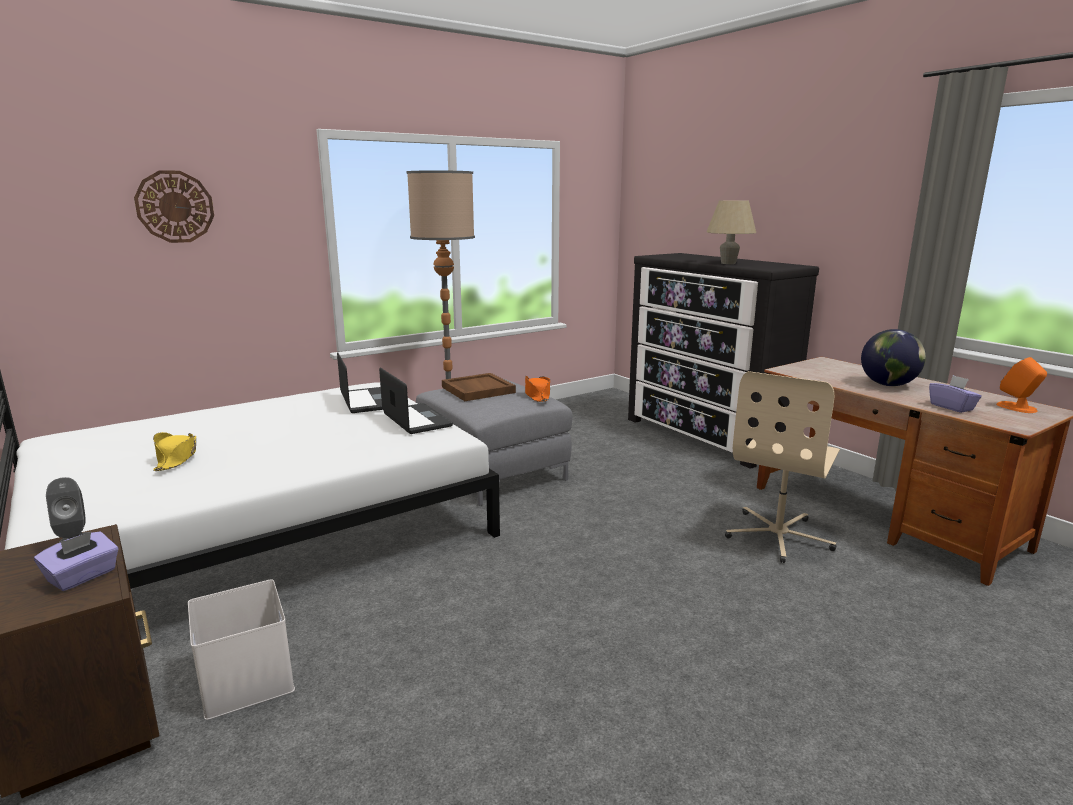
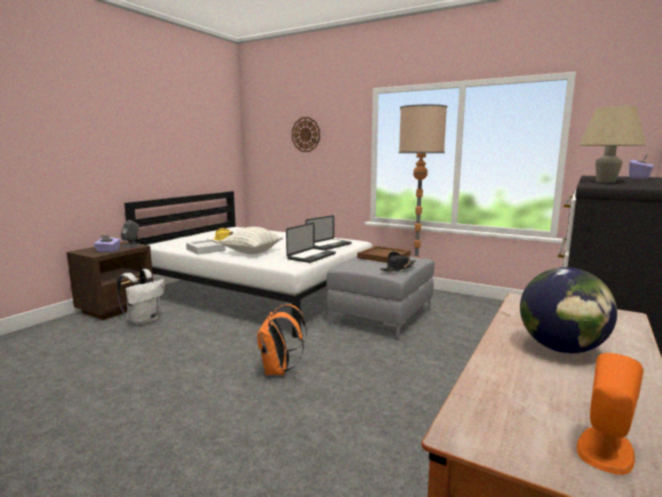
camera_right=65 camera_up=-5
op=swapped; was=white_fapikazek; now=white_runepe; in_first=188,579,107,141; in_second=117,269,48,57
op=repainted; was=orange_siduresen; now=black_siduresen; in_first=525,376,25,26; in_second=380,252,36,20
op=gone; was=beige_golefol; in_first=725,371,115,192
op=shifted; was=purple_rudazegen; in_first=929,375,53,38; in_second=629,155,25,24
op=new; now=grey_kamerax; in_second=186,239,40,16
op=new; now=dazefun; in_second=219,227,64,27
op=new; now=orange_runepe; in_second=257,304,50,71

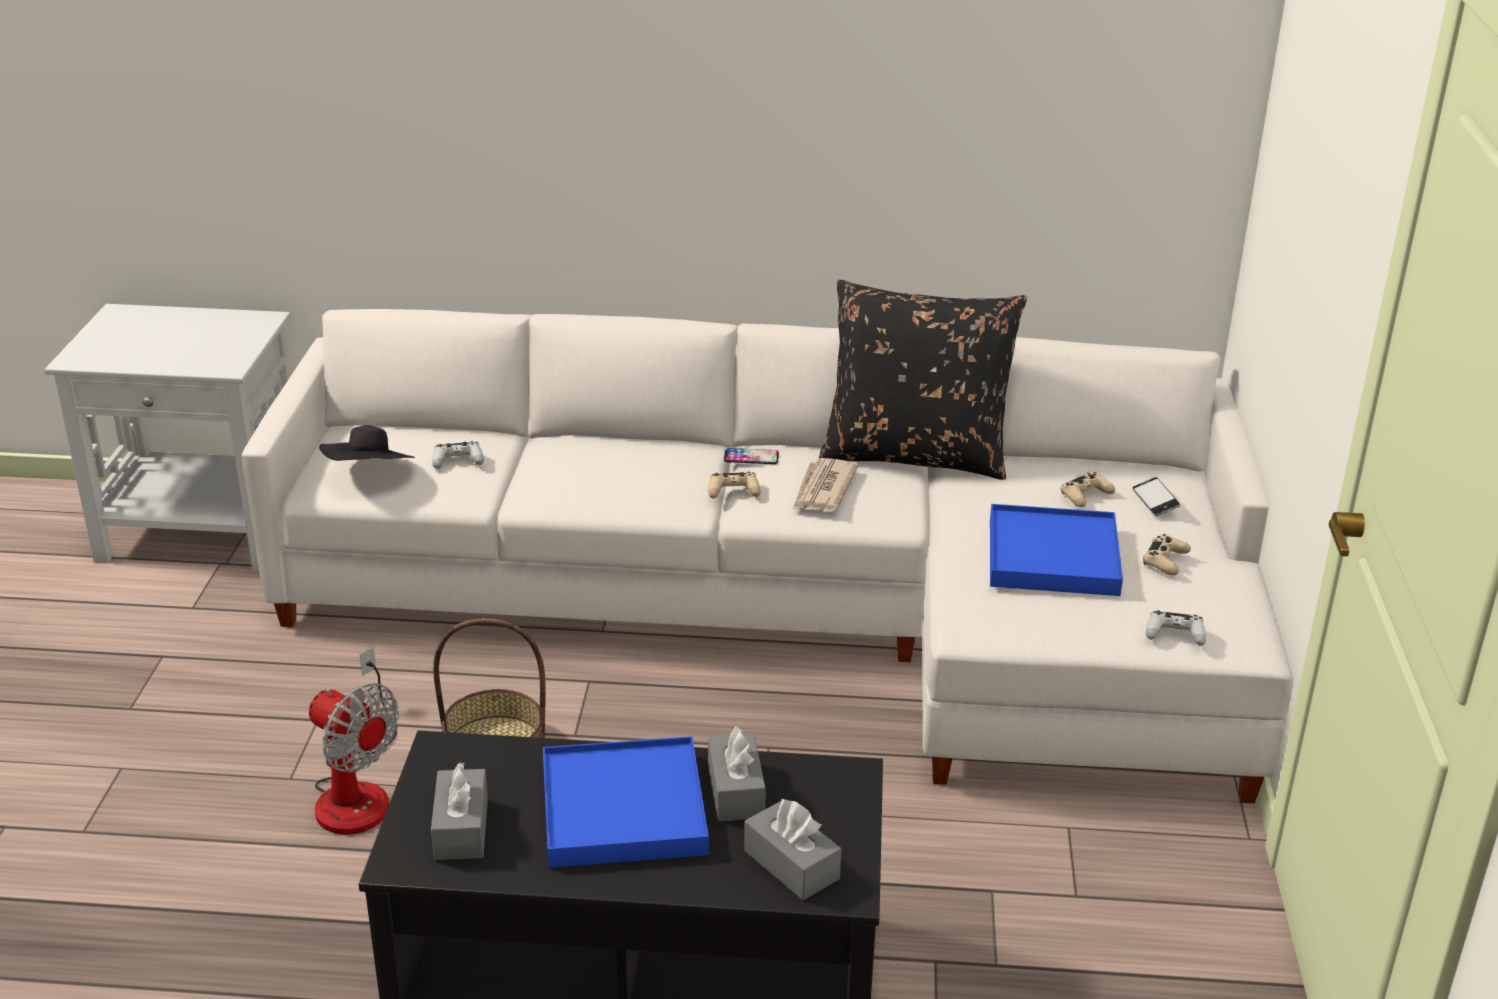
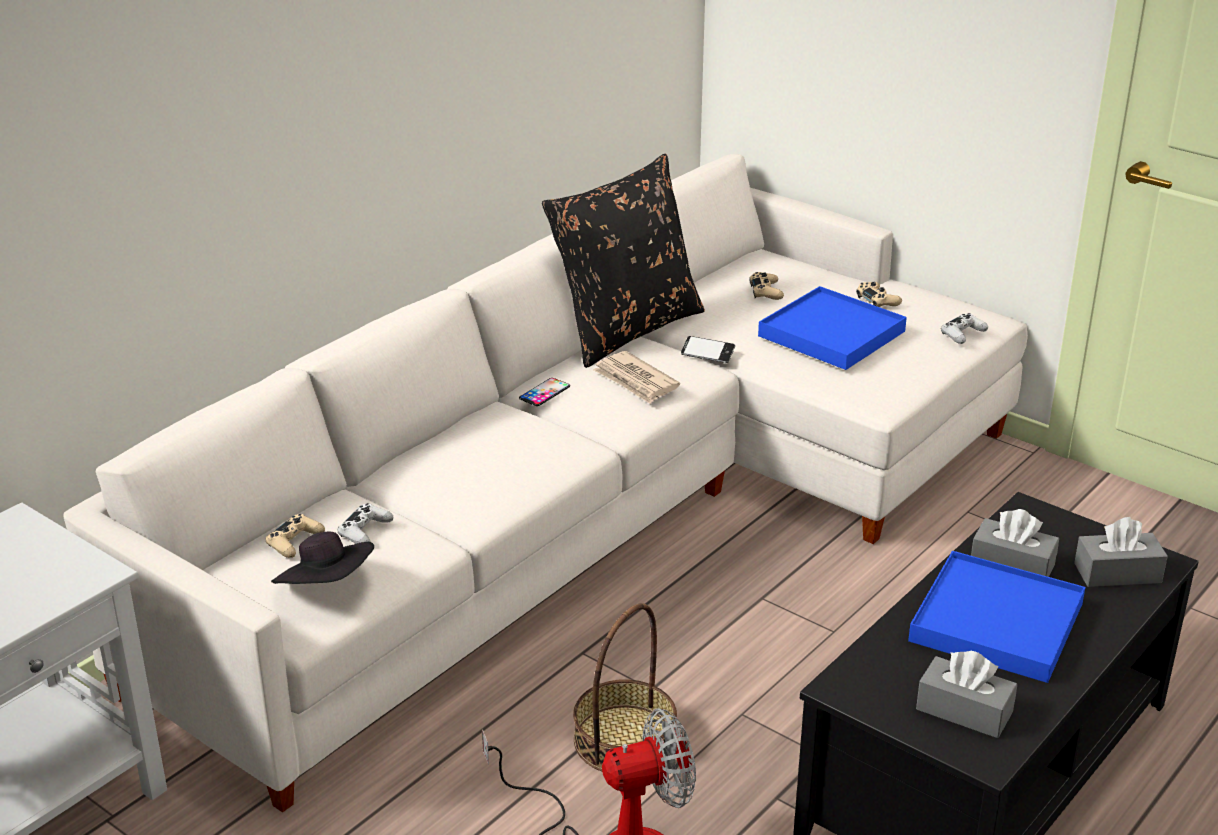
camera_right=-55 camera_up=0
op=shifted; was=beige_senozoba; in_first=708,472,53,27; in_second=266,514,59,44
op=shifted; was=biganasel; in_first=1132,477,48,39; in_second=681,336,54,27

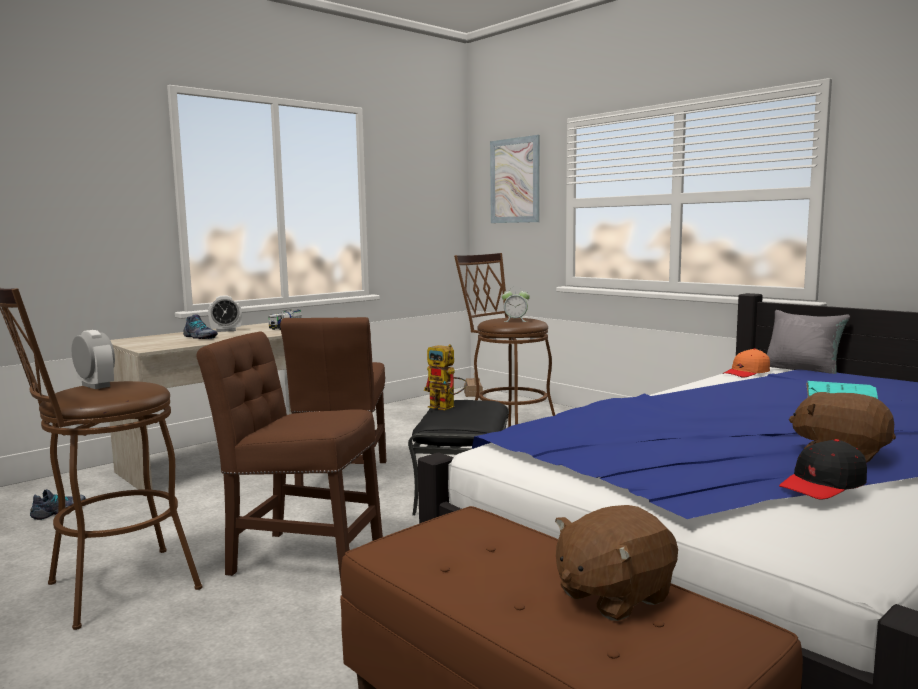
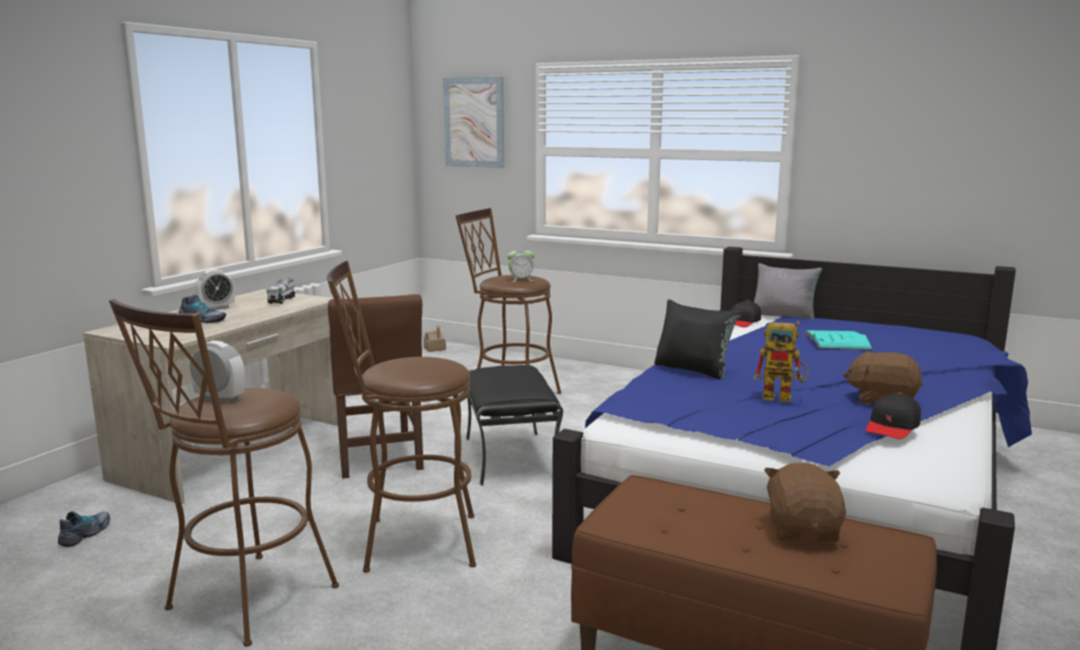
camera_right=-20 camera_up=5
op=swapped; was=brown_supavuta; now=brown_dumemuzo; in_first=197,332,186,249; in_second=327,260,149,313
op=shifted; was=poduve; in_first=424,344,44,66; in_second=754,321,55,81
op=rotated; was=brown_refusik; in_first=555,505,123,116; in_second=764,463,82,80; clockwise=150
op=repainted; was=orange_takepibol; now=black_takepibol; in_first=723,348,47,30; in_second=731,300,30,27
op=new; now=black_dazefun; in_second=654,300,87,80

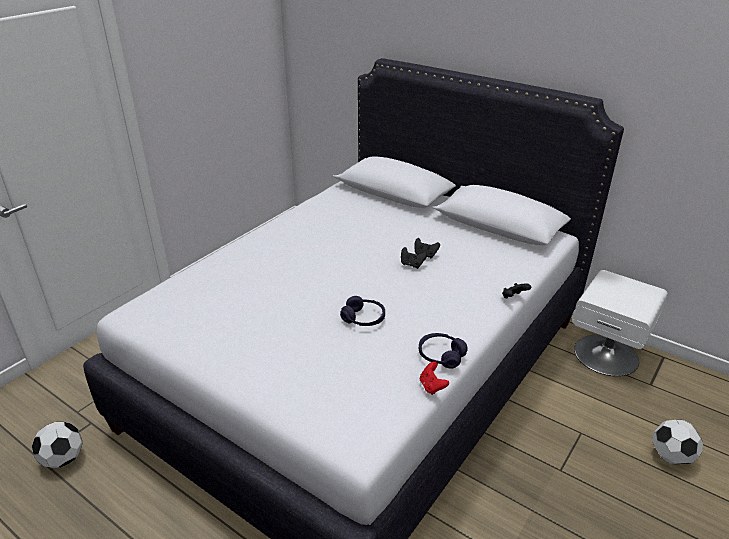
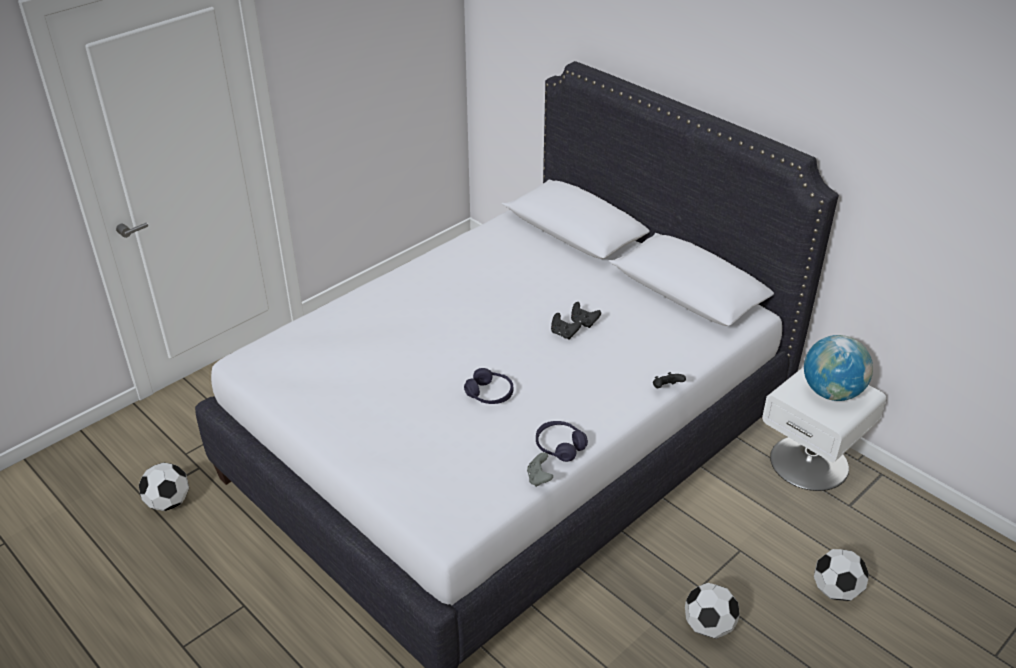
camera_right=10 camera_up=5
op=repainted; was=red_senozoba; now=grey_senozoba; in_first=420,361,29,34; in_second=527,452,26,35
op=new; now=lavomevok; in_second=685,583,55,56
op=new; now=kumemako; in_second=804,335,69,66

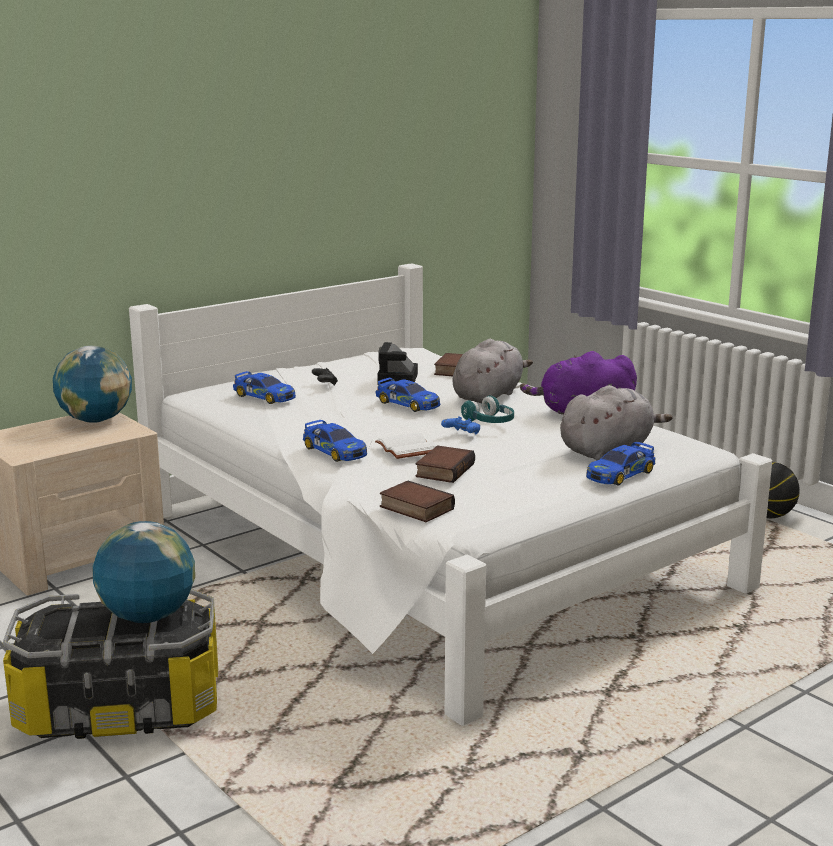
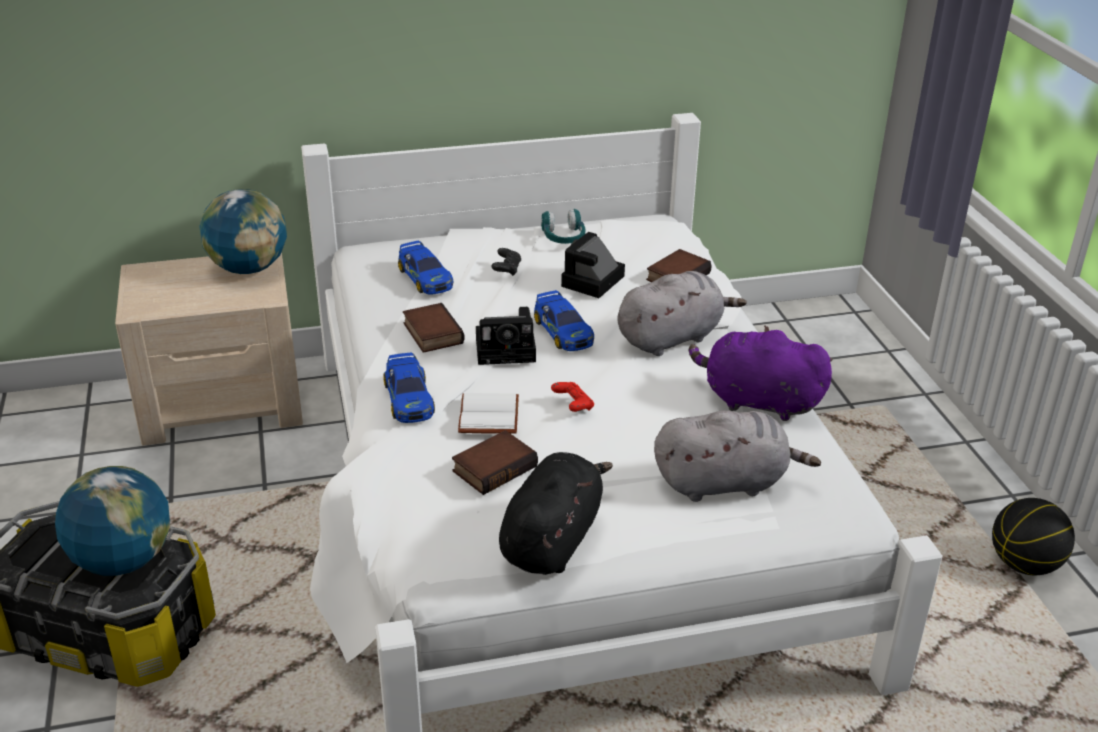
camera_right=25 camera_up=15
op=shifted; was=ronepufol; in_first=380,480,75,42; in_second=403,303,62,50
op=repainted; was=blue_senozoba; now=red_senozoba; in_first=441,416,39,18; in_second=551,382,43,30
op=shifted; was=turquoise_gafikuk; in_first=461,395,53,28; in_second=541,209,44,35
op=gone; was=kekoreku; in_first=586,442,69,43
op=new; now=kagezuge; in_second=476,307,60,58
op=new; now=black_refusik; in_second=499,452,114,123

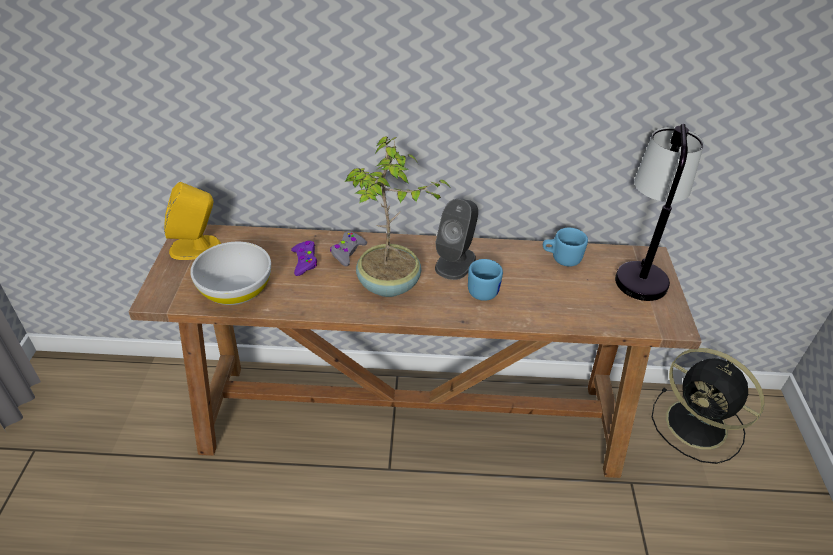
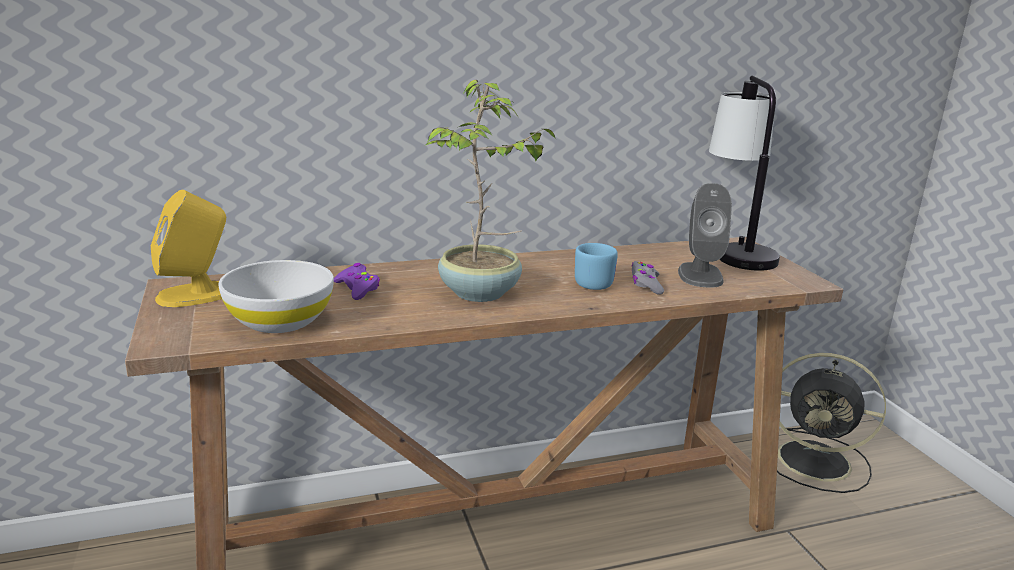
camera_right=-20 camera_up=-20
op=shifted; was=grey_senozoba; in_first=330,231,37,35; in_second=631,261,33,34
op=shifted; was=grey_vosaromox; in_first=435,199,43,81; in_second=678,183,54,105
op=gone; was=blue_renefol; in_first=543,228,45,39

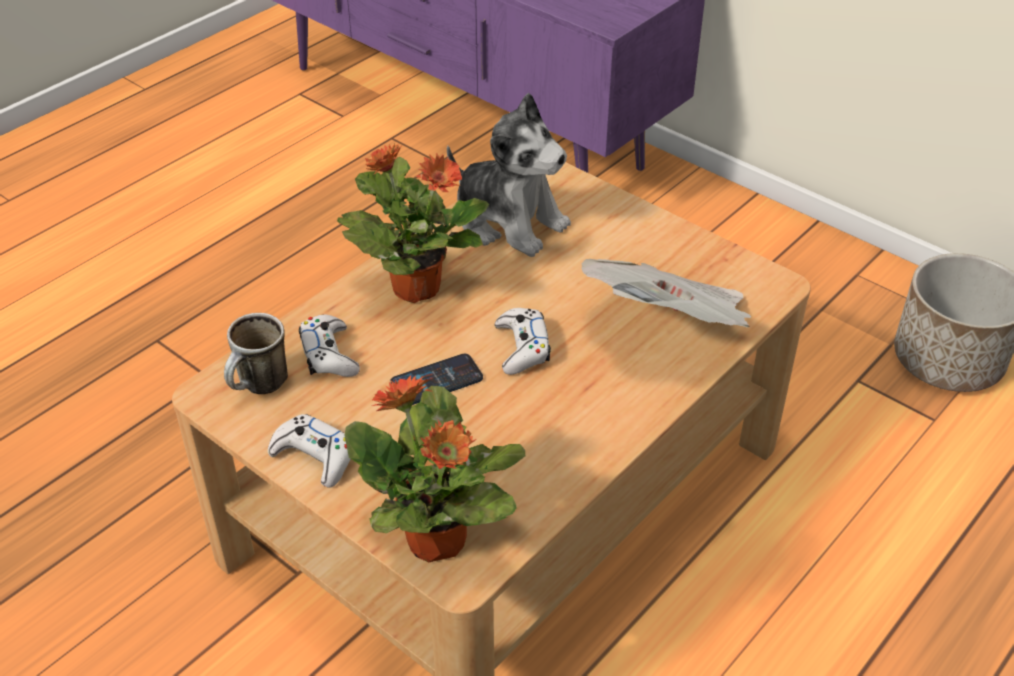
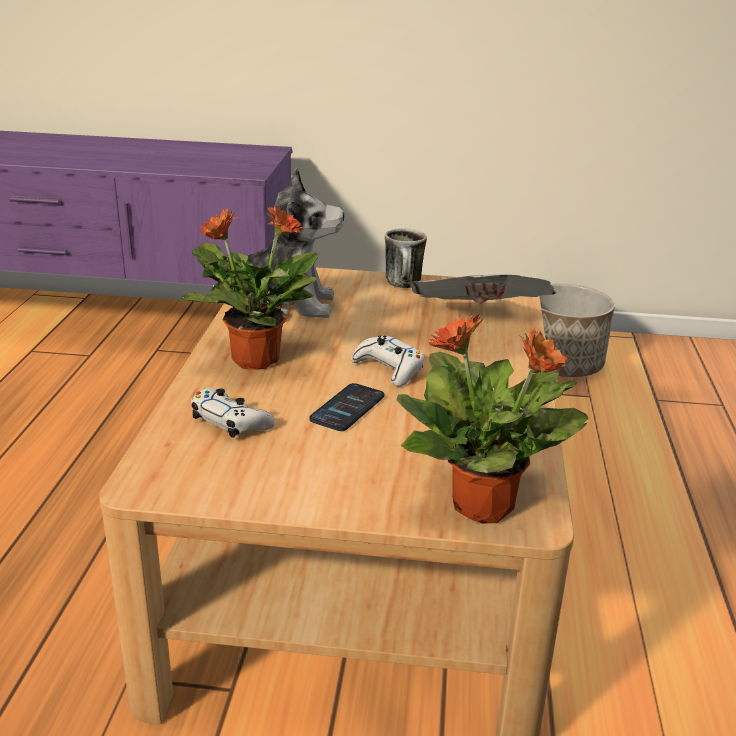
camera_right=-35 camera_up=-15
op=shifted; was=renefol; in_first=224,313,64,81; in_second=385,228,42,60
op=gone; was=white_senozoba; in_first=268,414,83,74

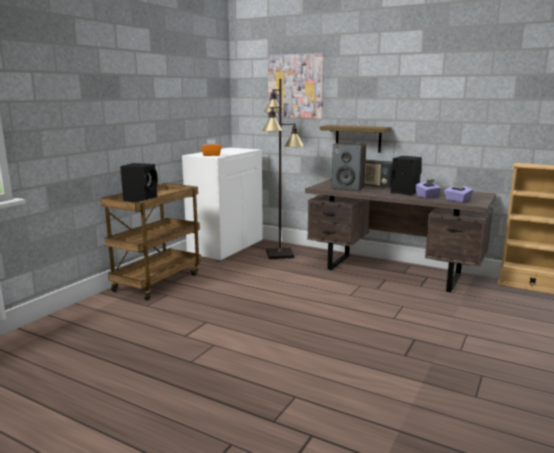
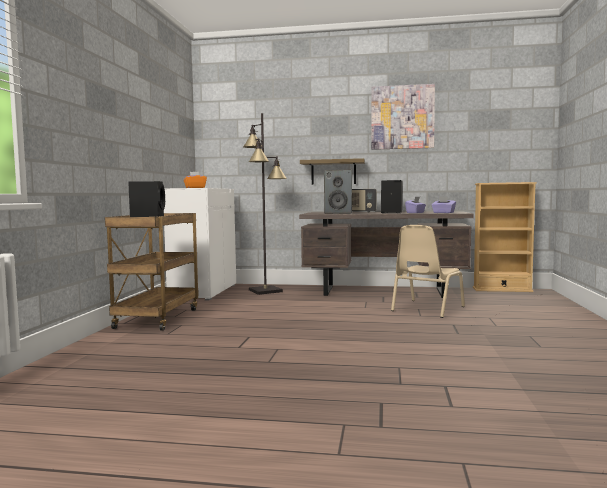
camera_right=-20 camera_up=-10
op=shifted; was=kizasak; in_first=268,53,56,66; in_second=371,84,64,66
op=new; now=beige_supavuta; in_second=391,225,74,93

